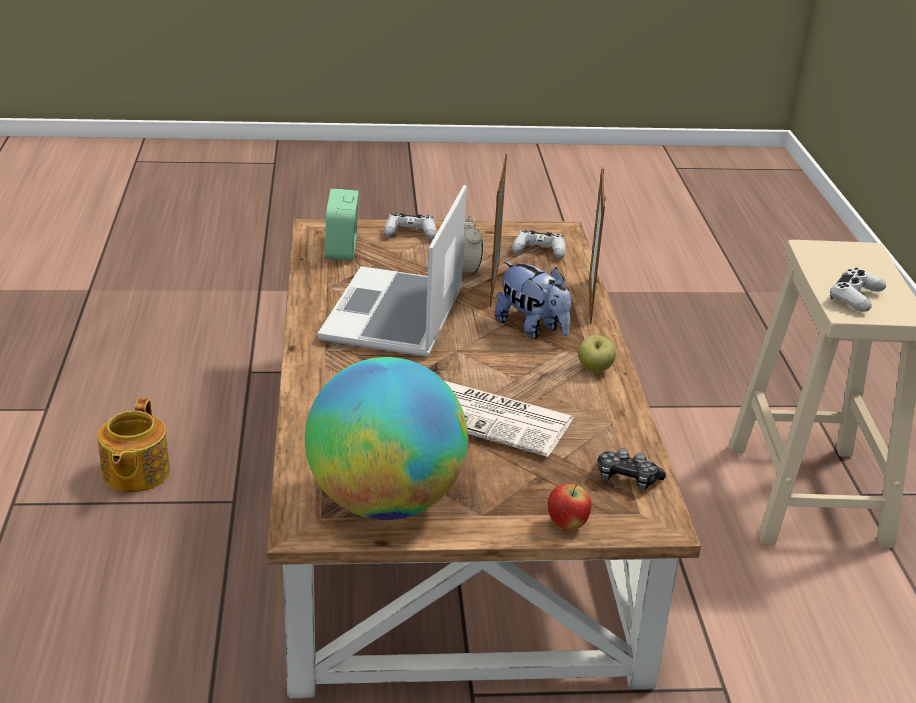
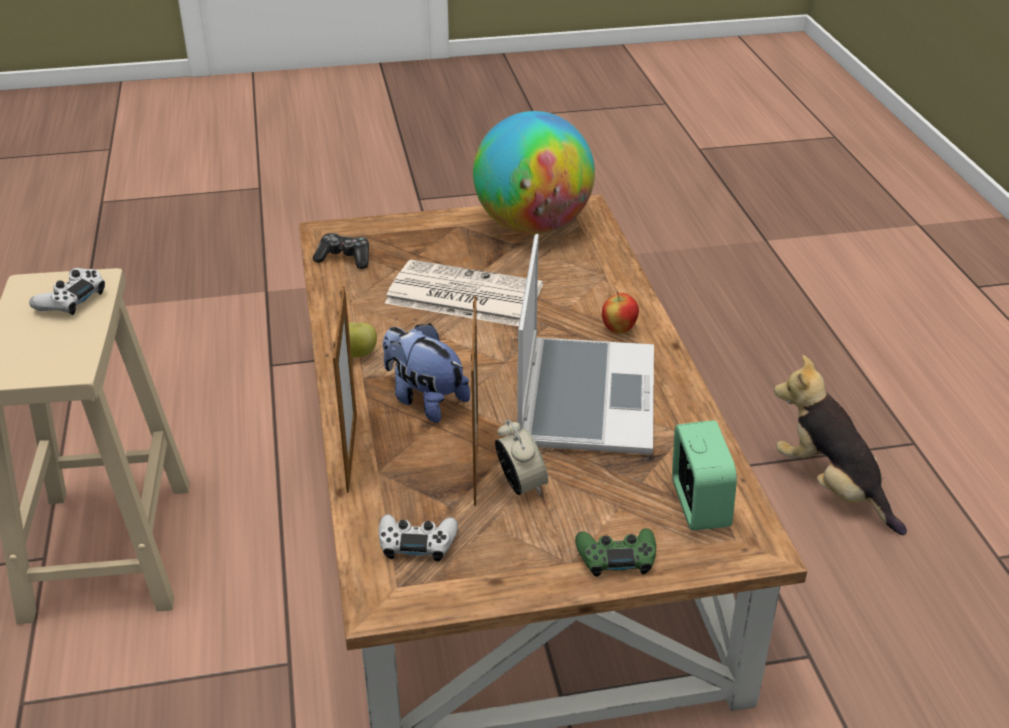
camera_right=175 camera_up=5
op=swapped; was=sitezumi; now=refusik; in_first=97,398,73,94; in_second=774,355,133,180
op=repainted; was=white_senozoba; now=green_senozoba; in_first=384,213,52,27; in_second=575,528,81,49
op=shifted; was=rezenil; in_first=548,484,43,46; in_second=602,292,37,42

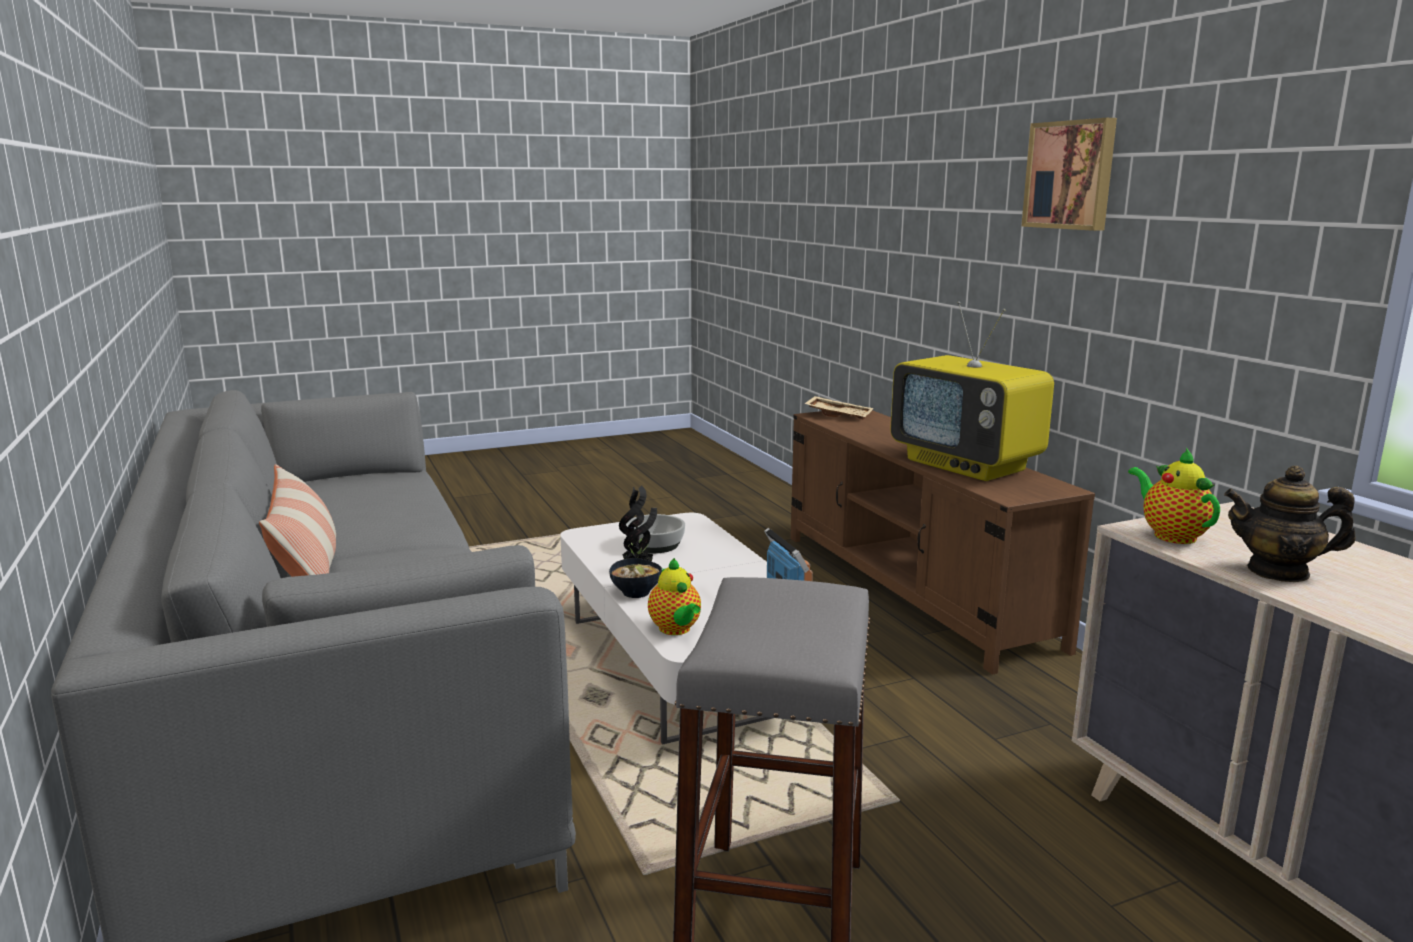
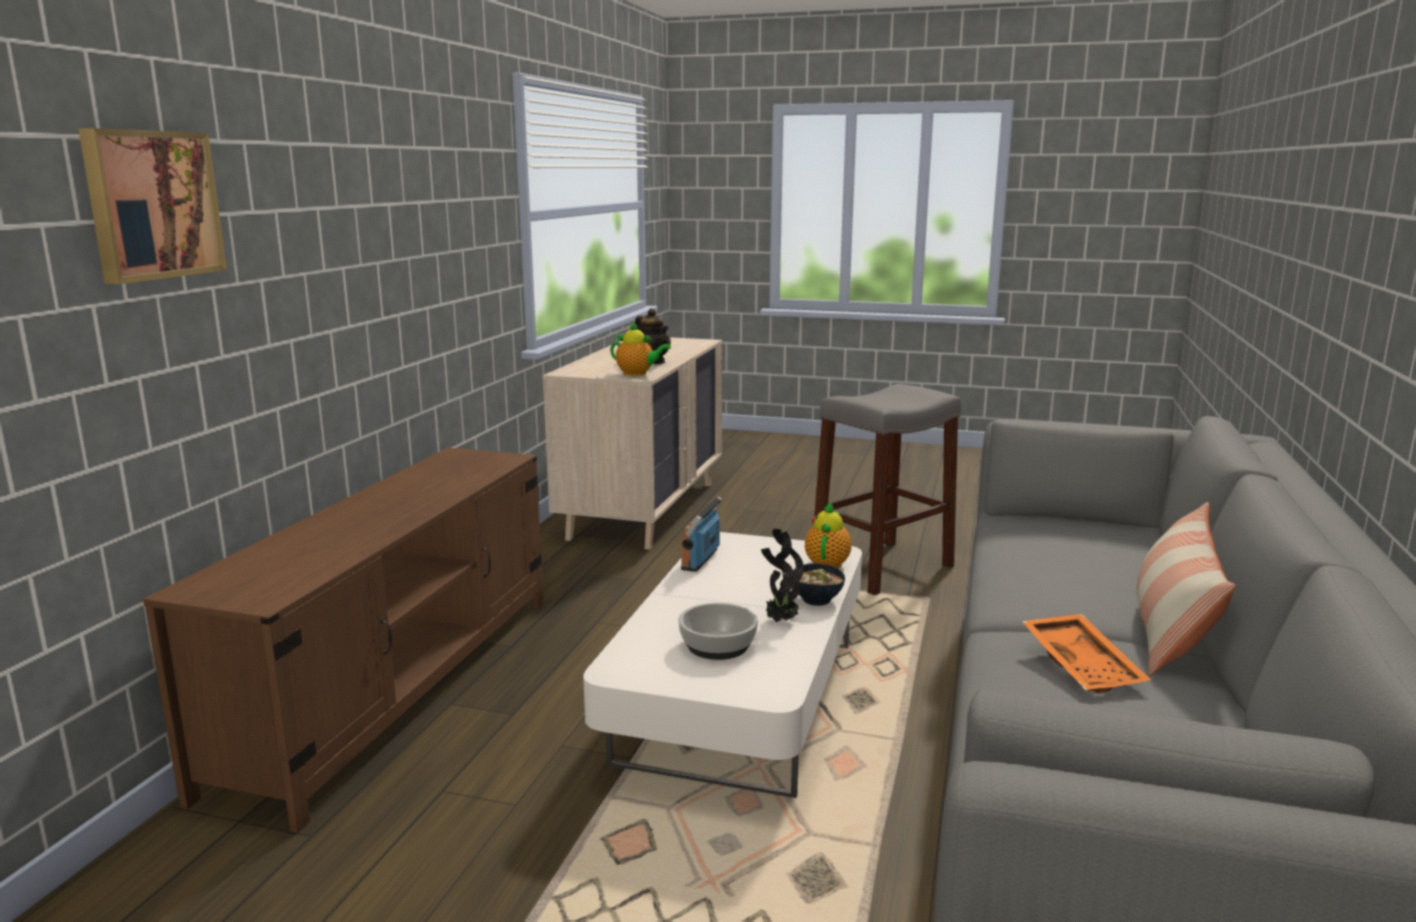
camera_right=-140 camera_up=0
op=gone; was=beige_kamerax; in_first=805,396,69,24
op=gone; was=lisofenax; in_first=890,302,164,179
op=shifted; was=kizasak; in_first=1021,118,96,113; in_second=78,128,149,156
op=rotated; was=sitezumi; in_first=1128,448,92,96; in_second=610,322,61,54; clockwise=-90
op=new; now=orange_kamerax; in_second=1022,614,129,79

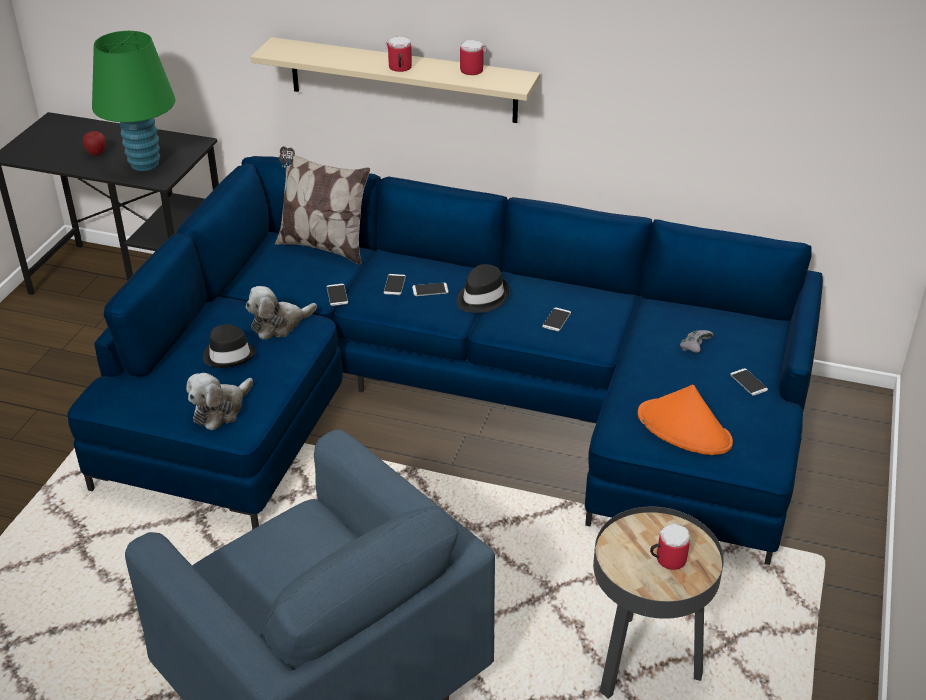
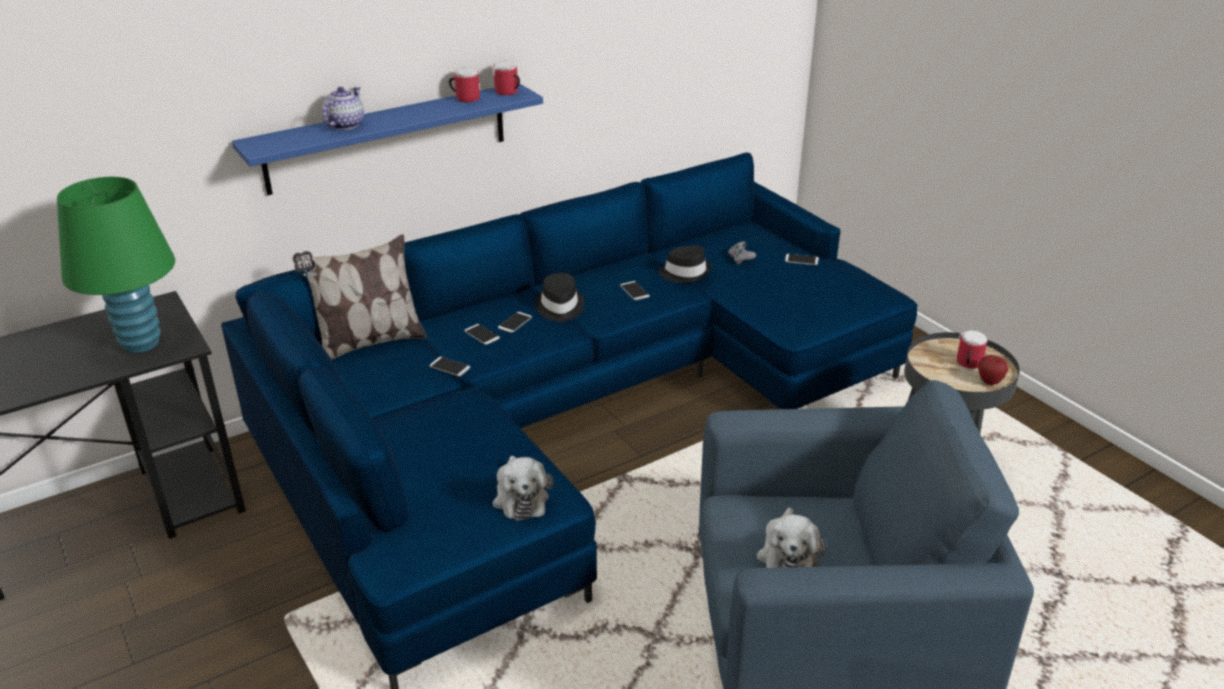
camera_right=-50 camera_up=-5
op=shifted; was=rezenil; in_first=83,131,23,25; in_second=978,355,30,30
op=shifted; was=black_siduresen; in_first=203,324,53,44; in_second=658,246,53,37
op=shifted; was=refusik; in_first=246,286,71,53; in_second=757,508,70,60
op=repainted; was=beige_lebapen; now=blue_lebapen; in_first=251,37,289,86; in_second=232,84,311,111
op=shifted; was=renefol; in_first=386,37,26,35; in_second=492,61,28,34
op=gone; was=orange_siduresen; in_first=638,384,95,71
op=new; now=sitezumi; in_second=322,87,42,43

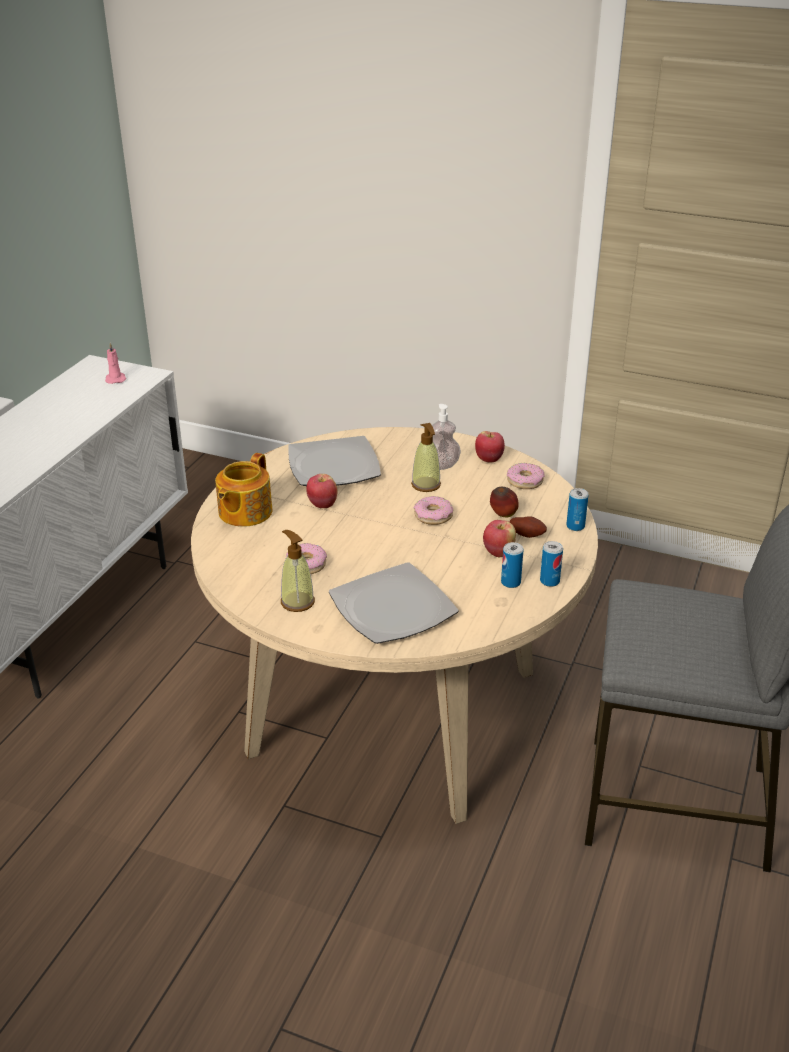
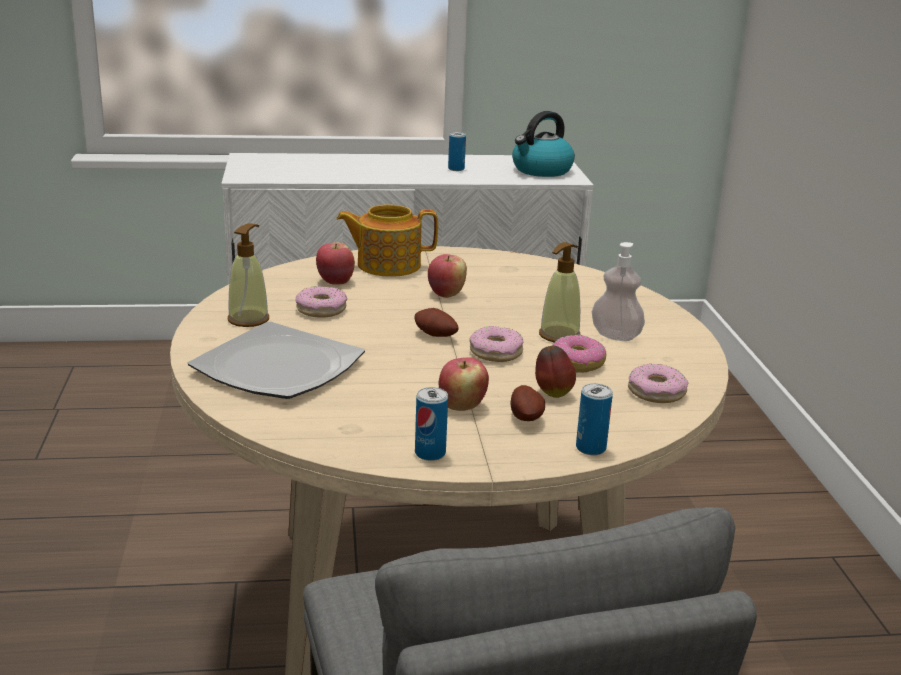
camera_right=60 camera_up=-10
op=swapped; was=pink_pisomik; now=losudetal; in_first=105,343,21,41; in_second=512,111,63,66
op=gone; was=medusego; in_first=288,436,93,50
op=shifted; was=rezenil; in_first=475,431,30,32; in_second=316,242,39,43
op=shifted; was=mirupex; in_first=501,542,22,46; in_second=448,132,18,39
op=new; now=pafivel; in_second=415,308,43,29
op=new; now=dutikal; in_second=553,335,53,38

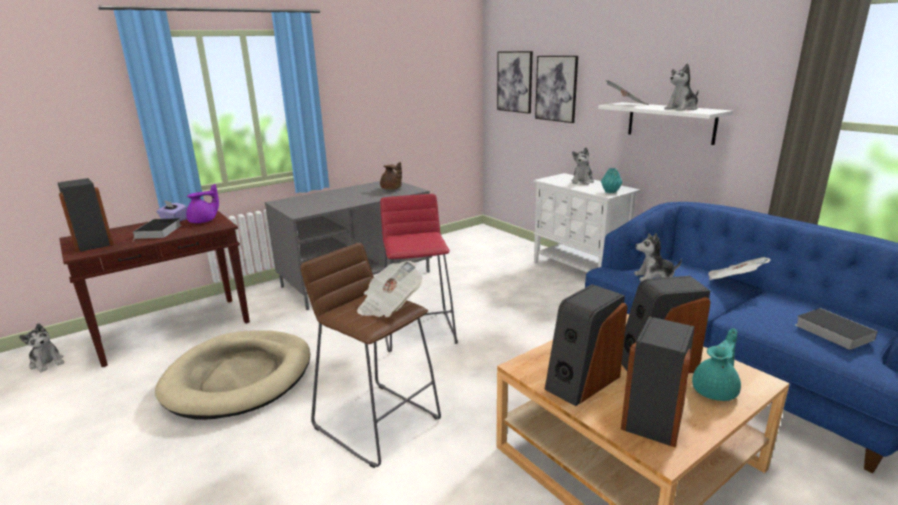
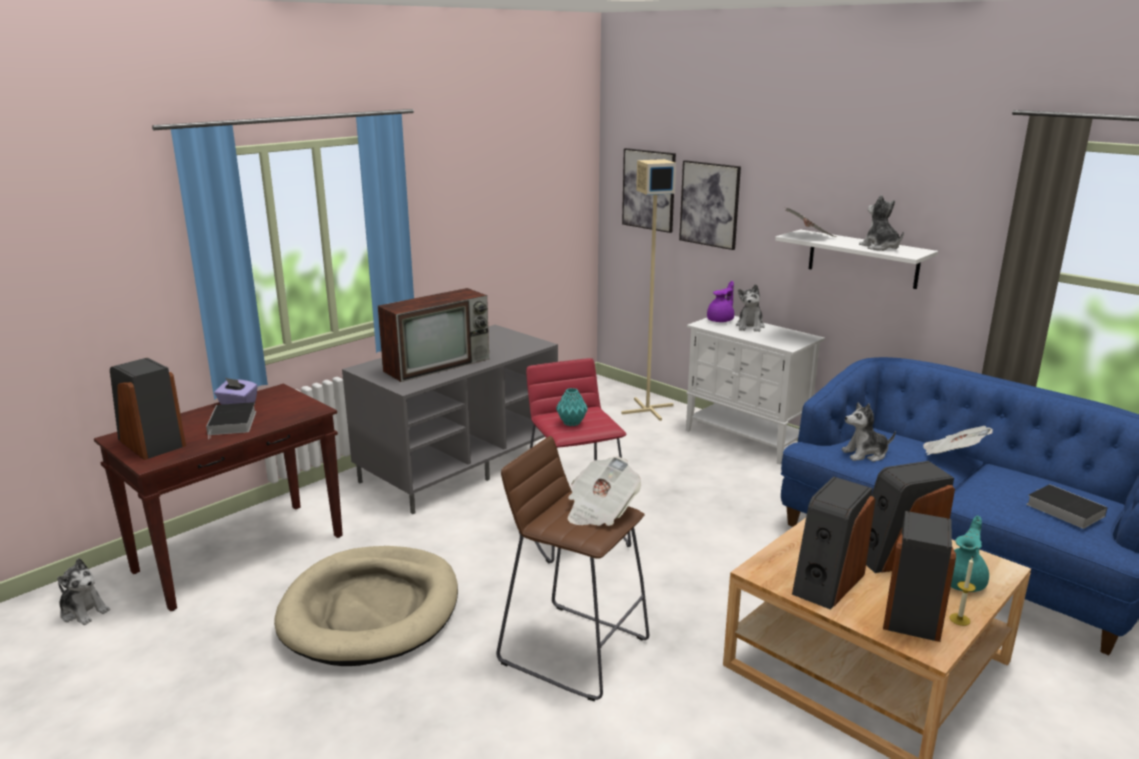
camera_right=-10 camera_up=0
op=shifted; was=purple_sitezumi; in_first=186,184,33,39; in_second=707,281,27,41
op=gone; was=brown_sitezumi; in_first=380,162,22,28
op=shifted; was=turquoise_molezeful; in_first=601,168,22,25; in_second=556,388,32,38
op=rotated; was=refusik; in_first=664,63,35,48; in_second=859,195,45,56; clockwise=105
op=new; now=lisofenax; in_second=378,288,111,94
op=new; now=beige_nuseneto; in_second=621,159,55,262
op=new; now=pisomik; in_second=949,558,27,68

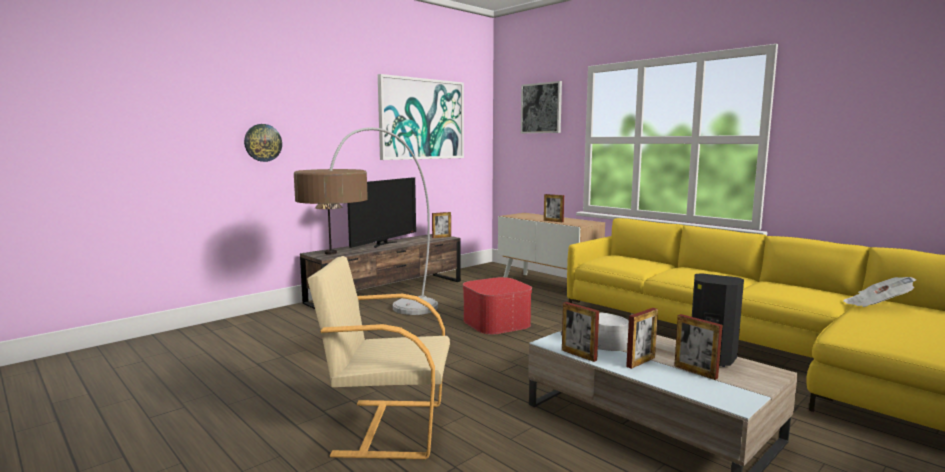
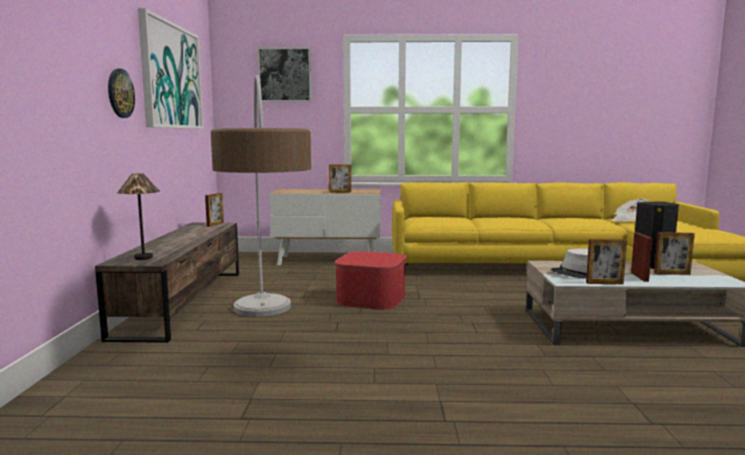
camera_right=-45 camera_up=0
op=shifted; was=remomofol; in_first=244,124,38,38; in_second=108,69,27,49
op=gone; was=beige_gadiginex; in_first=307,256,143,203
op=gone; was=lisofenax; in_first=347,177,69,71

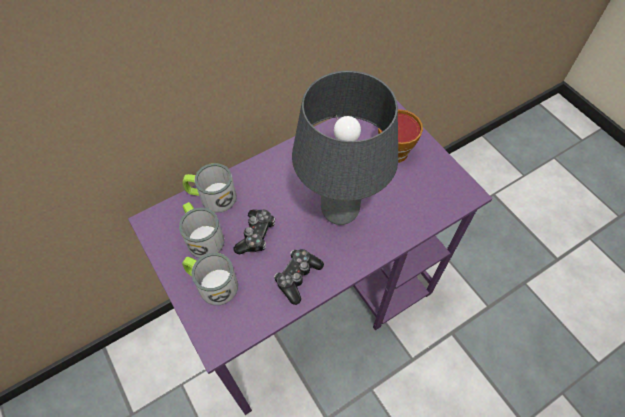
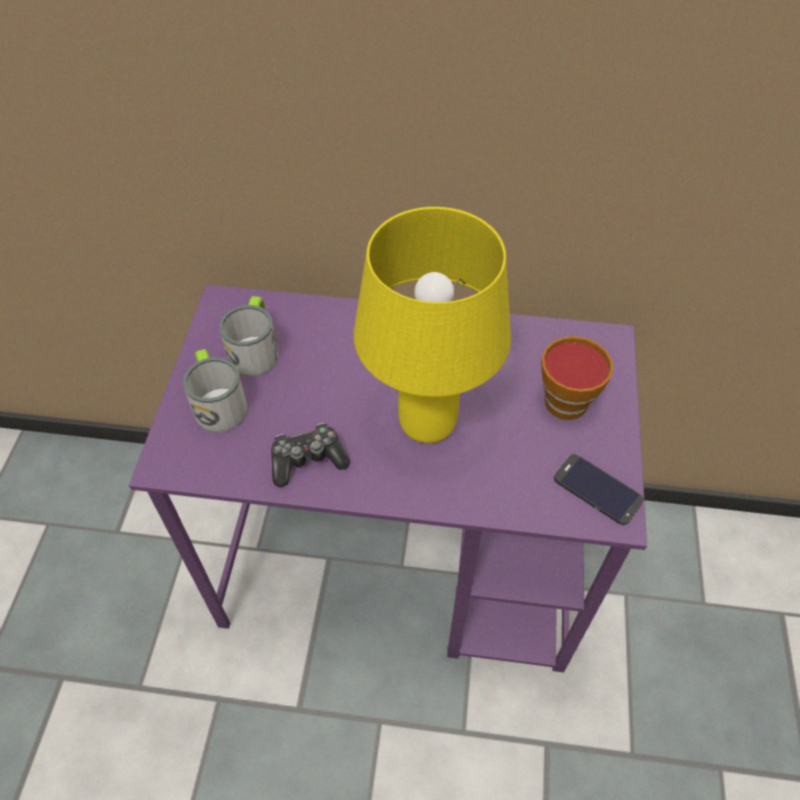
camera_right=40 camera_up=-5
op=gone; was=renefol; in_first=182,163,54,50
op=gone; was=senozoba; in_first=233,209,42,45
op=repainted; was=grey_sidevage; now=yellow_sidevage; in_first=292,71,106,154; in_second=354,207,157,236
op=new; now=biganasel; in_second=554,454,90,71

